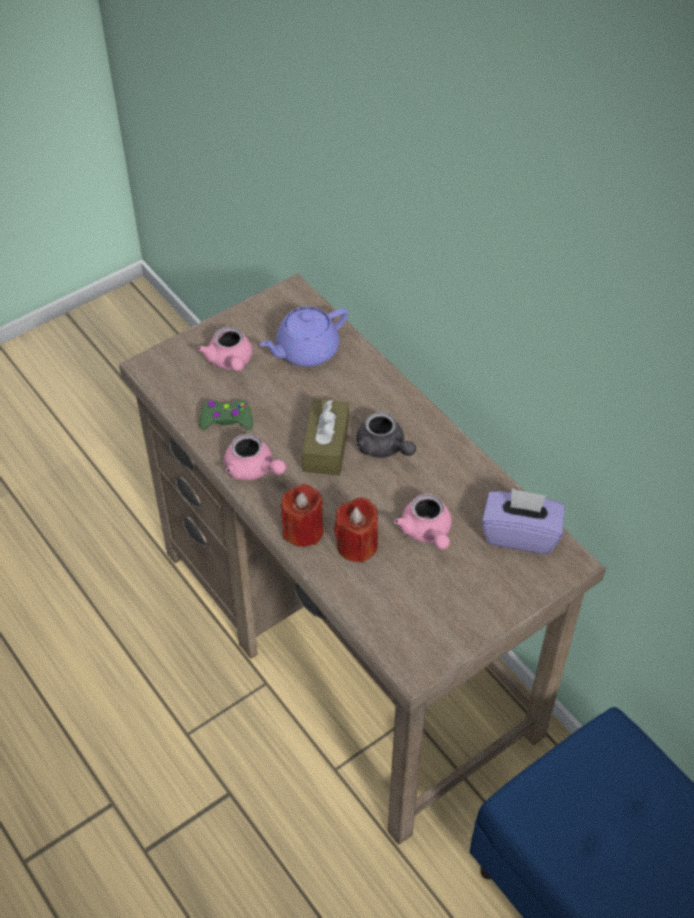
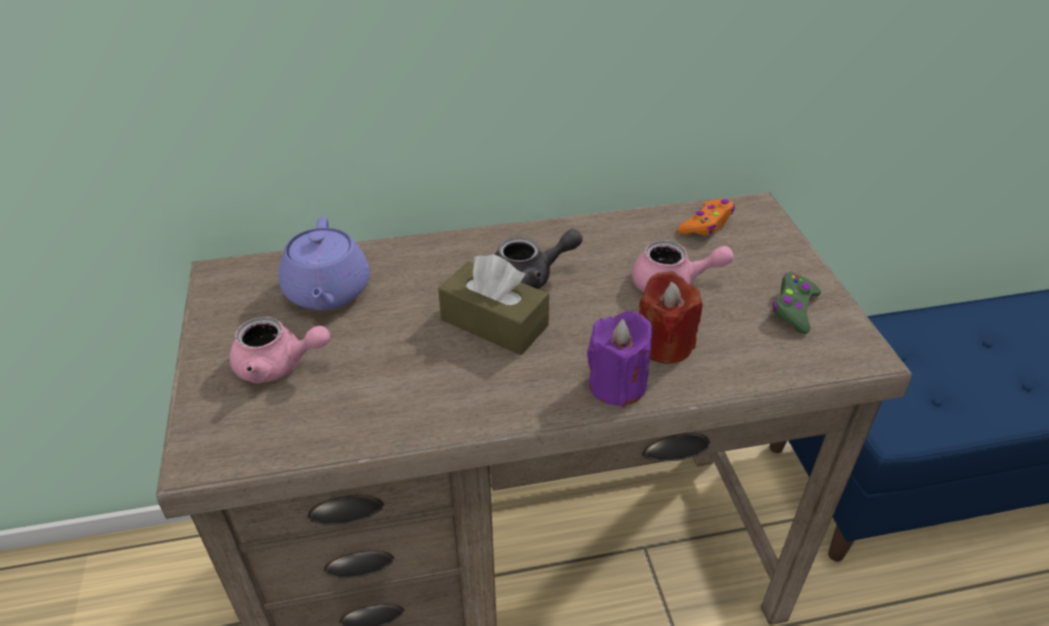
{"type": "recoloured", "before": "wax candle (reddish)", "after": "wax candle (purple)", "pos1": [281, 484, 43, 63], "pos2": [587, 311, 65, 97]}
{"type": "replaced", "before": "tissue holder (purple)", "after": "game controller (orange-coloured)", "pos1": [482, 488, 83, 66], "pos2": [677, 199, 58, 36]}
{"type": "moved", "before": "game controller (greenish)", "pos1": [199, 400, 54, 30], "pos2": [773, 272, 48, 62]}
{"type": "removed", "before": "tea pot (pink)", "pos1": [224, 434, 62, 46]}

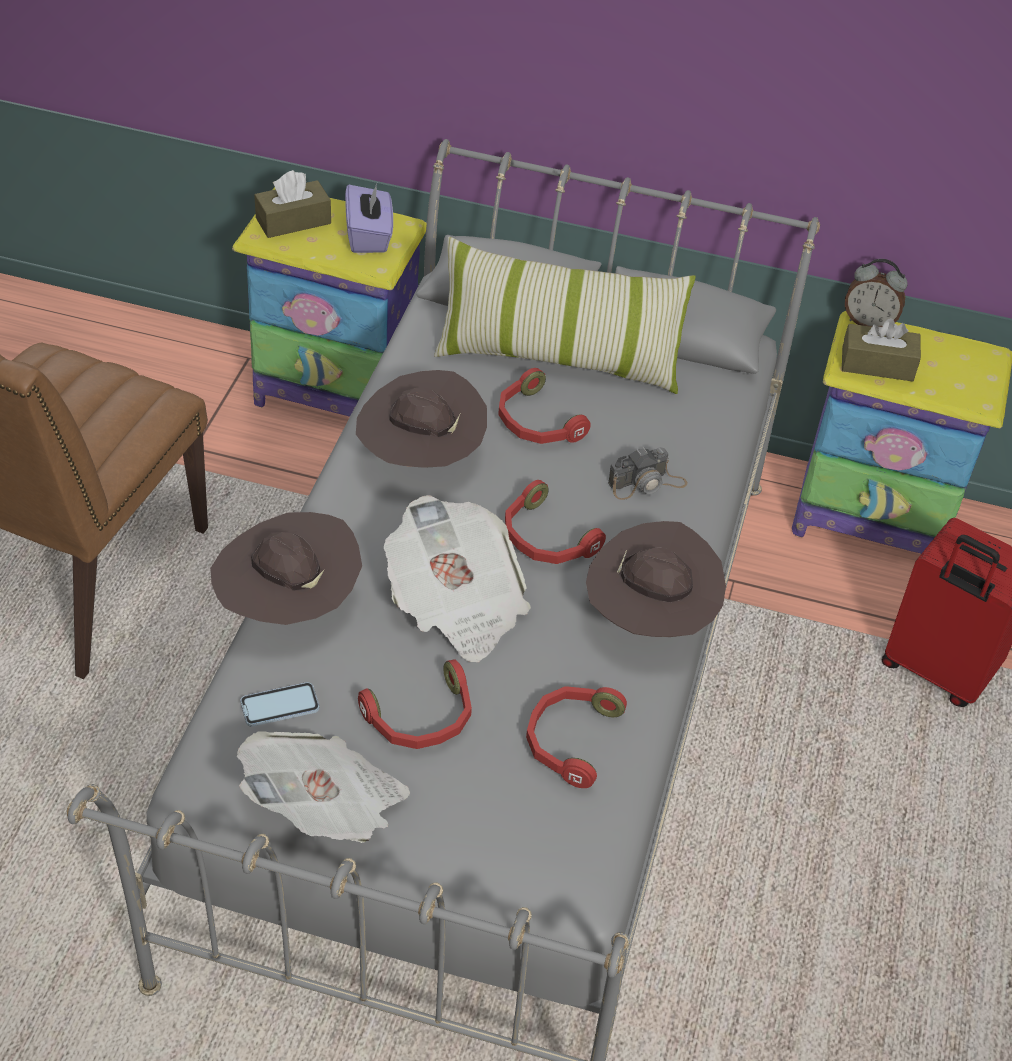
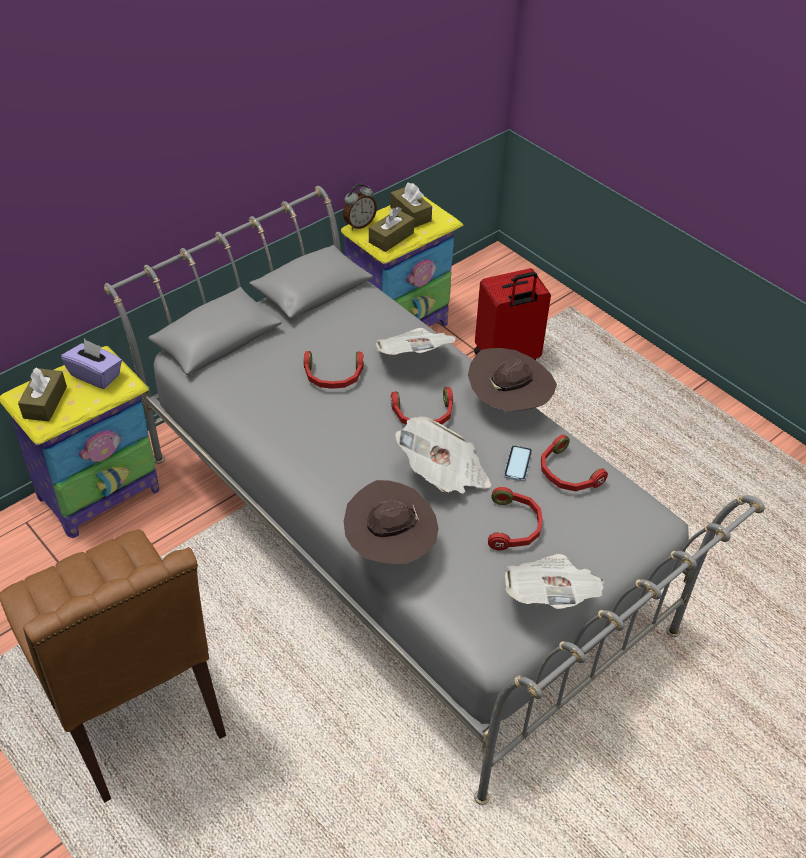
{"type": "replaced", "before": "still camera", "after": "newspaper", "pos1": [608, 447, 80, 53], "pos2": [376, 328, 80, 27]}
{"type": "added", "after": "tissue holder (brown-coloured)", "pos2": [390, 183, 42, 45]}
{"type": "moved", "before": "phone", "pos1": [240, 682, 79, 45], "pos2": [504, 445, 28, 36]}
{"type": "removed", "before": "wearable hat (brown-coloured)", "pos1": [356, 370, 131, 98]}
{"type": "removed", "before": "pillow", "pos1": [434, 237, 262, 157]}

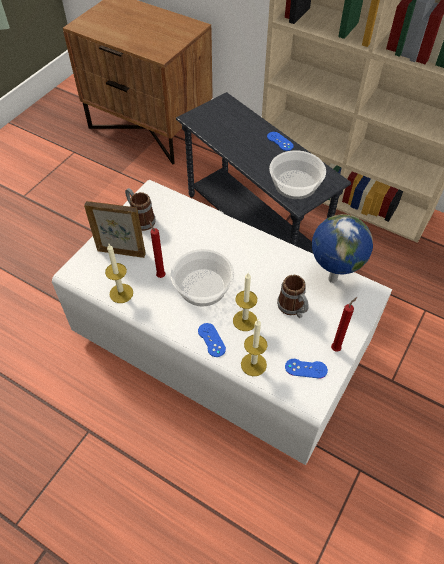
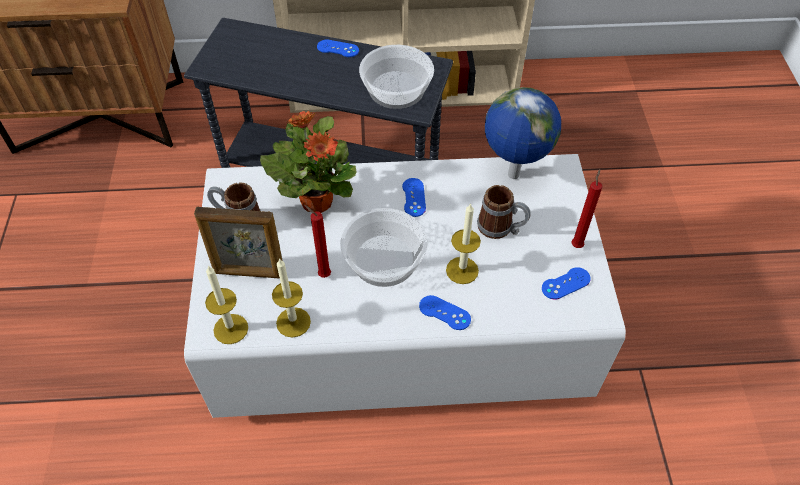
{"type": "turned", "before": "photo frame", "pos1": [84, 201, 62, 57], "pos2": [194, 207, 89, 71], "turn": -150}
{"type": "moved", "before": "wax candle", "pos1": [241, 320, 26, 56], "pos2": [205, 265, 43, 79]}
{"type": "added", "after": "plant in a pot", "pos2": [260, 111, 97, 102]}
{"type": "added", "after": "game controller (blue-coloured)", "pos2": [402, 178, 24, 39]}

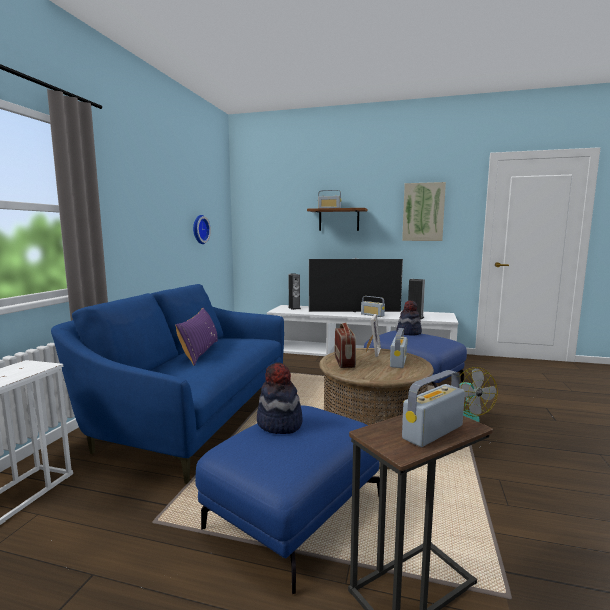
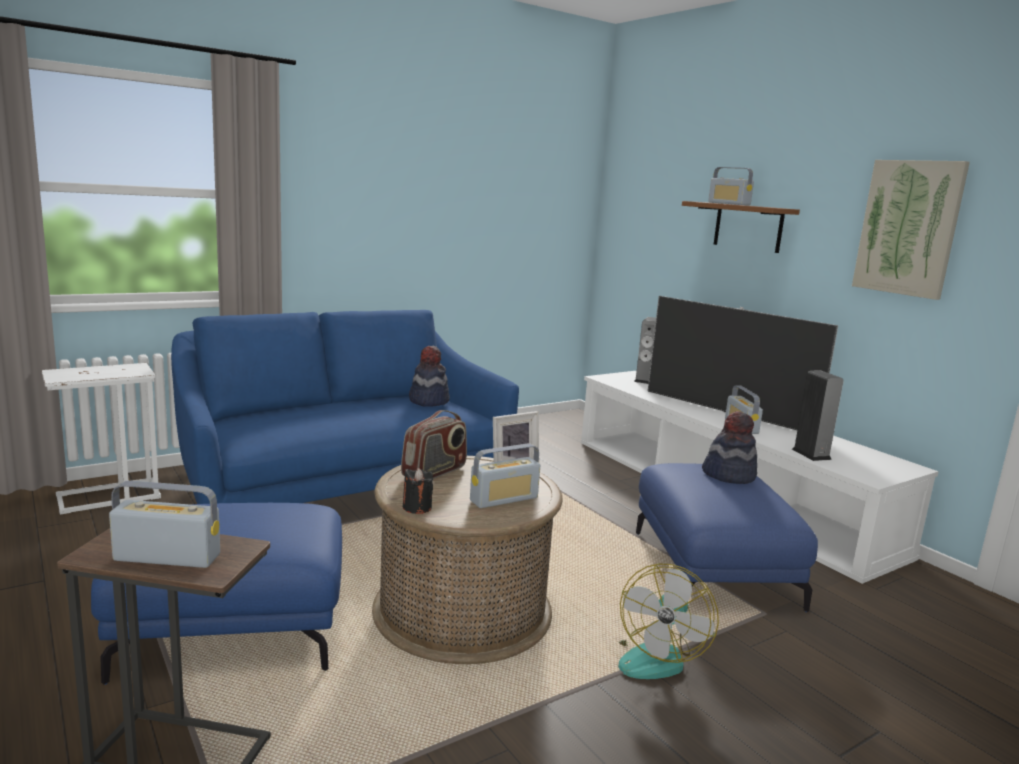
{"type": "added", "after": "wax candle (black)", "pos2": [403, 468, 30, 46]}
{"type": "moved", "before": "wearable hat", "pos1": [257, 362, 46, 72], "pos2": [409, 346, 41, 61]}
{"type": "removed", "before": "pillow (purple)", "pos1": [175, 308, 43, 57]}
{"type": "removed", "before": "clock on the wall", "pos1": [193, 215, 18, 29]}

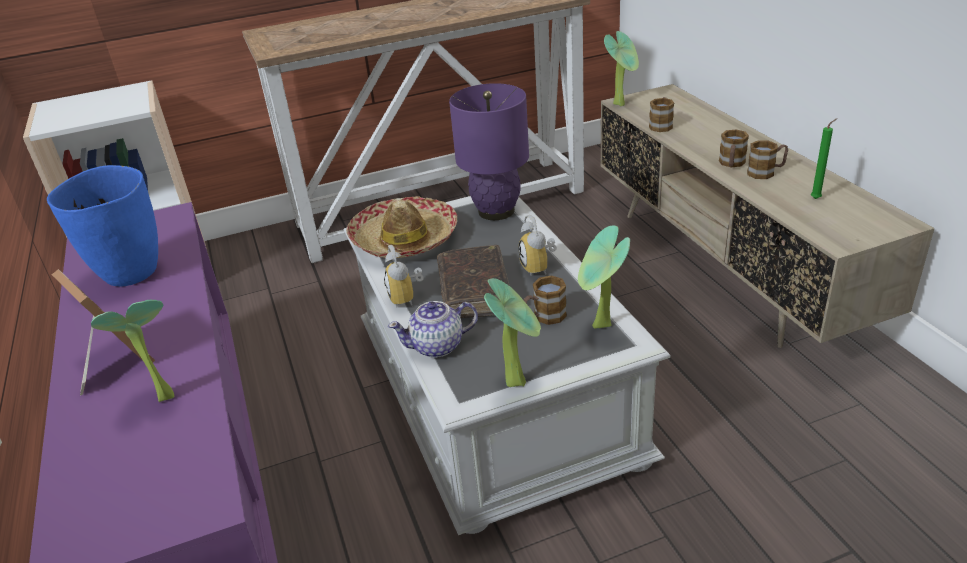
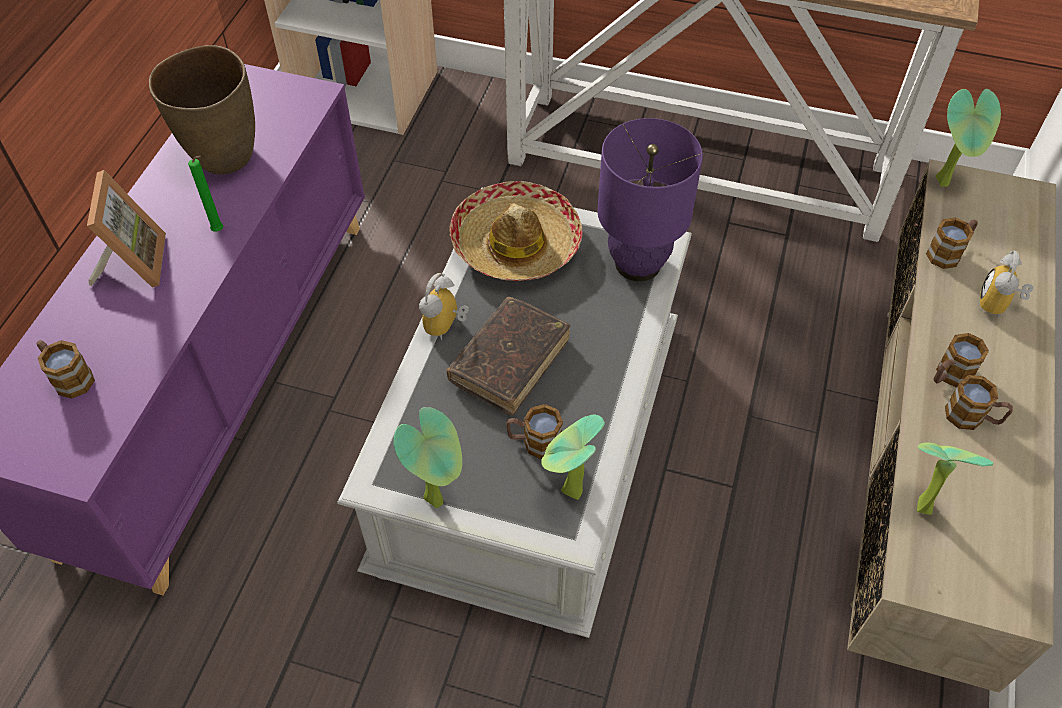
{"type": "added", "after": "mug", "pos2": [36, 340, 59, 59]}
{"type": "recoloured", "before": "vase (blue-coloured)", "after": "vase (brown-coloured)", "pos1": [47, 165, 111, 122], "pos2": [149, 45, 106, 130]}
{"type": "moved", "before": "wax candle (greenish)", "pos1": [811, 118, 26, 81], "pos2": [188, 156, 35, 76]}
{"type": "moved", "before": "plant in a pot", "pos1": [91, 300, 83, 102], "pos2": [917, 443, 76, 72]}
{"type": "moved", "before": "alarm clock", "pos1": [518, 215, 39, 60], "pos2": [980, 250, 53, 69]}
{"type": "removed", "before": "tea pot", "pos1": [388, 301, 90, 57]}

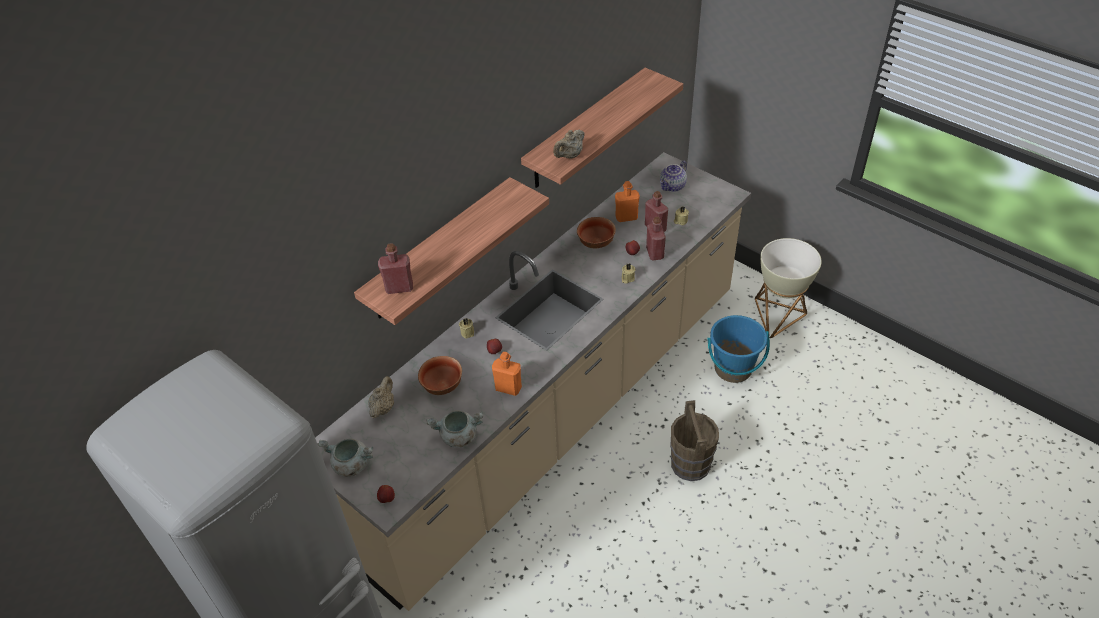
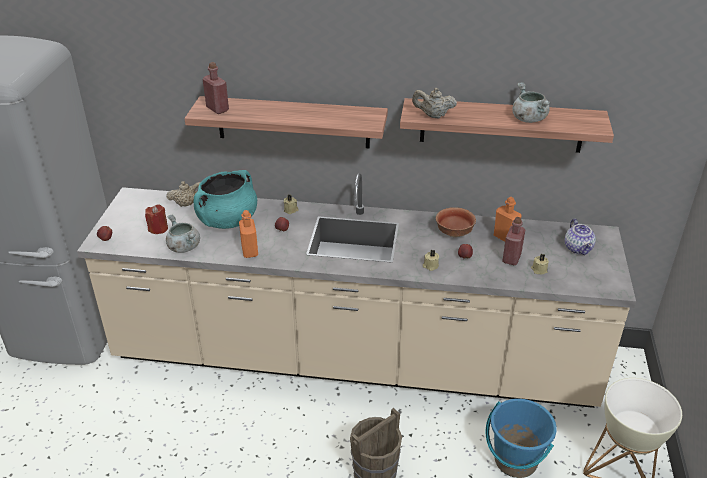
{"type": "added", "after": "wax candle (reddish)", "pos2": [145, 204, 23, 30]}
{"type": "replaced", "before": "deep dish", "after": "stockpot (turquoise)", "pos1": [418, 356, 44, 39], "pos2": [194, 170, 63, 59]}
{"type": "moved", "before": "stockpot (greyish)", "pos1": [318, 439, 55, 38], "pos2": [512, 83, 39, 40]}
{"type": "turned", "before": "tea pot", "pos1": [660, 161, 27, 31], "pos2": [565, 219, 31, 36], "turn": -105}
{"type": "removed", "before": "bottle (reddish)", "pos1": [646, 217, 20, 43]}

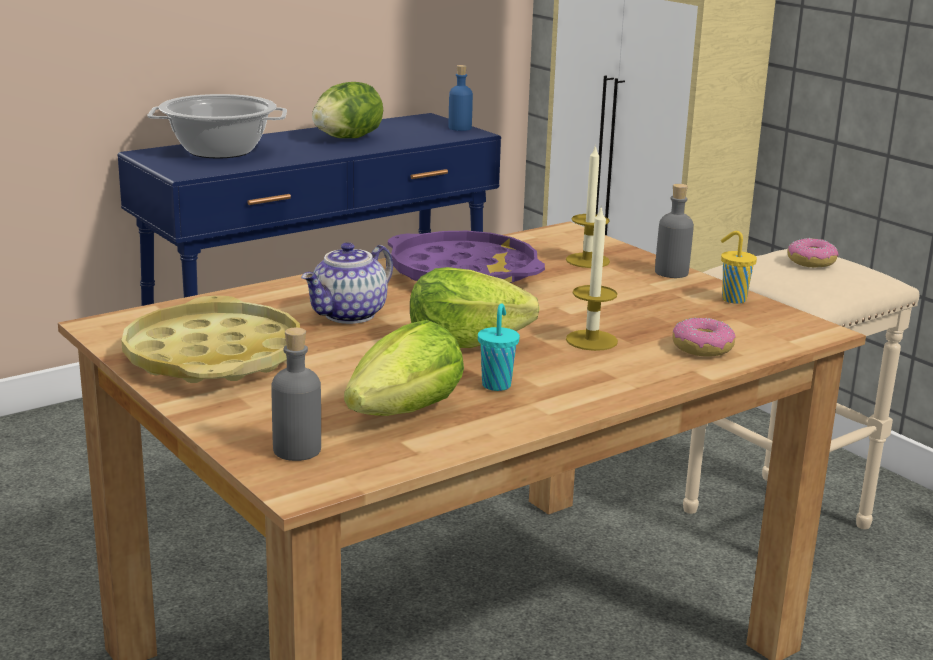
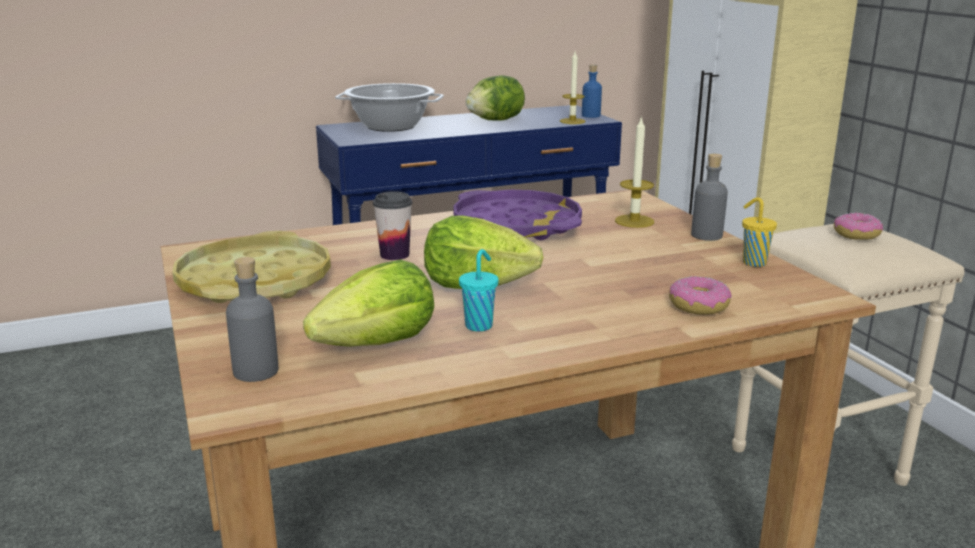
{"type": "replaced", "before": "tea pot", "after": "small cup", "pos1": [301, 242, 92, 82], "pos2": [373, 191, 39, 69]}
{"type": "moved", "before": "wax candle", "pos1": [566, 205, 52, 146], "pos2": [560, 52, 25, 72]}

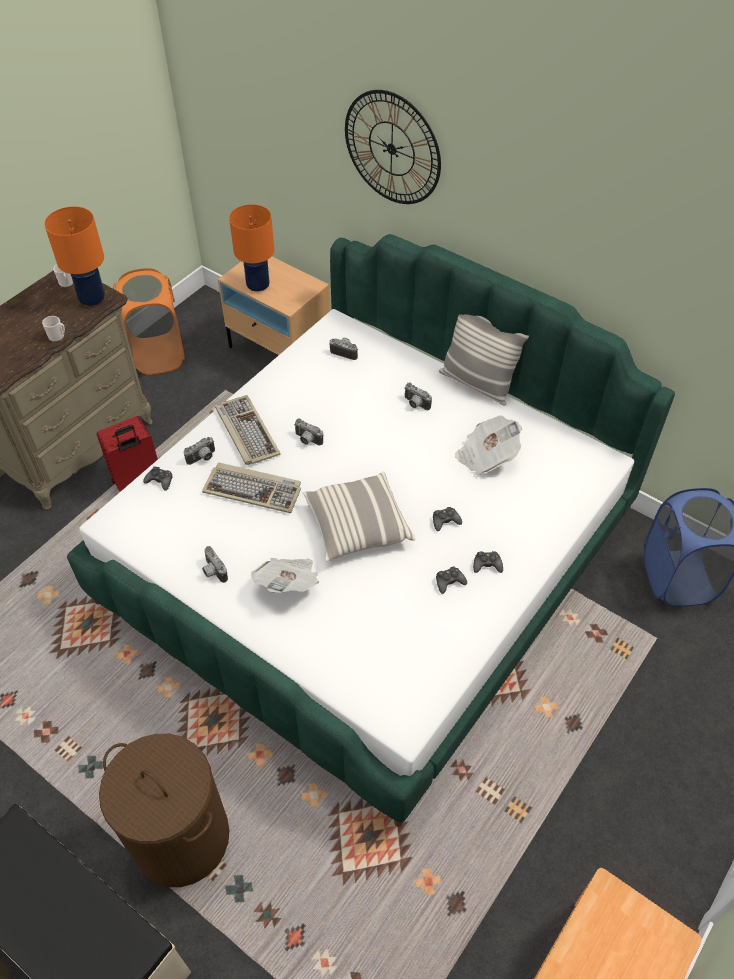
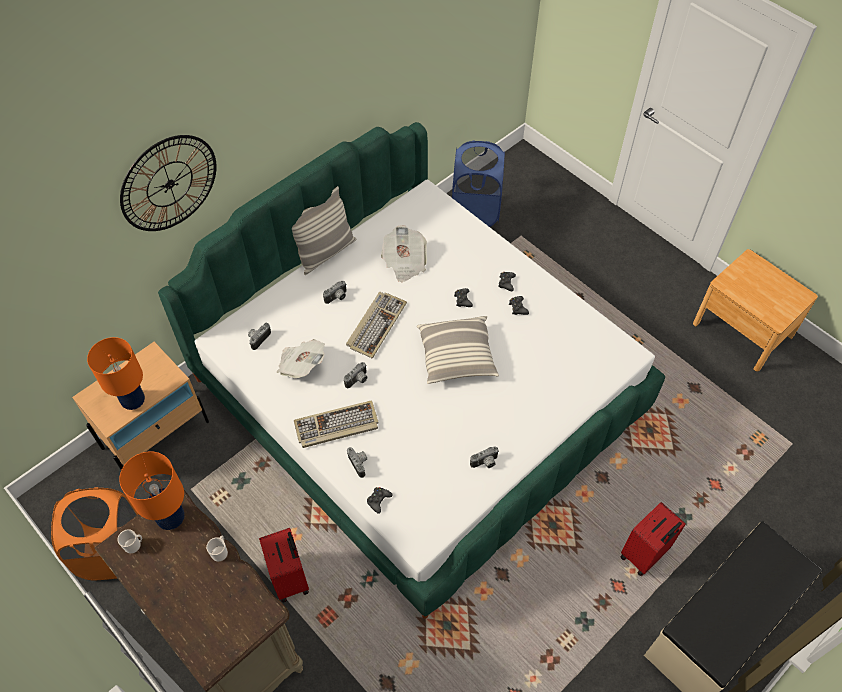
{"type": "moved", "before": "newspaper", "pos1": [251, 558, 68, 35], "pos2": [276, 339, 49, 39]}
{"type": "moved", "before": "computer keyboard", "pos1": [202, 462, 99, 51], "pos2": [346, 292, 61, 66]}
{"type": "replaced", "before": "hamper (brown-coloured)", "after": "travel case (reddish)", "pos1": [99, 734, 130, 153], "pos2": [620, 502, 66, 74]}

